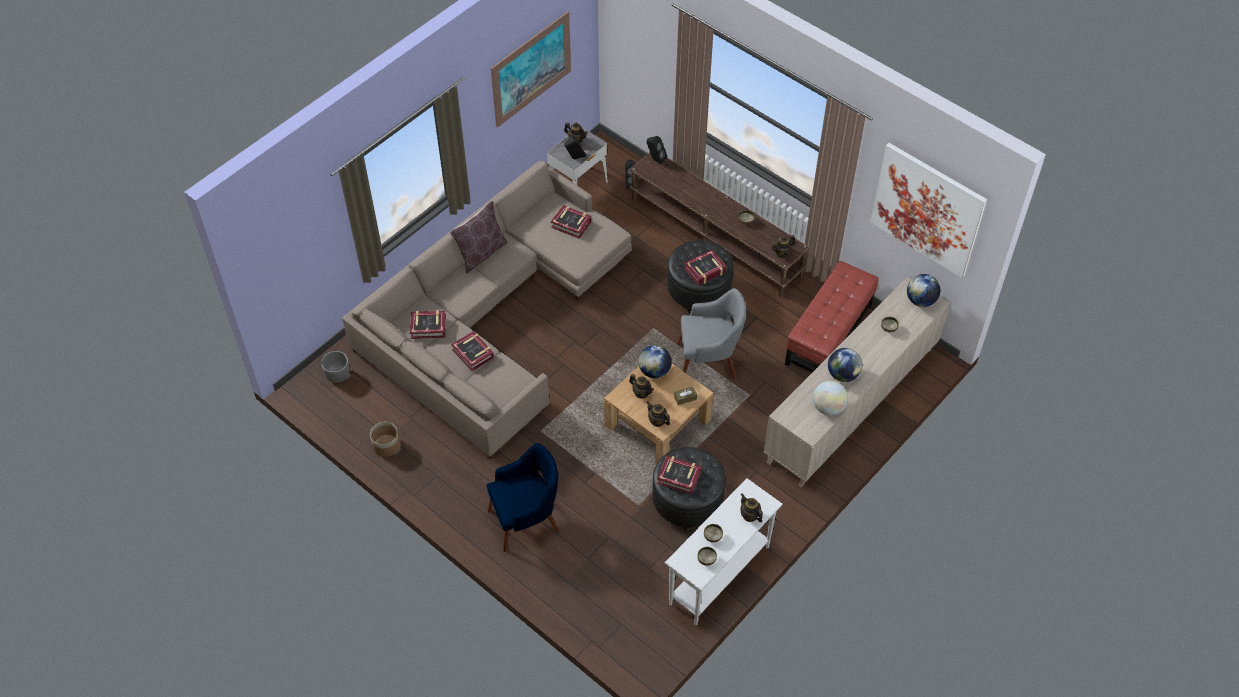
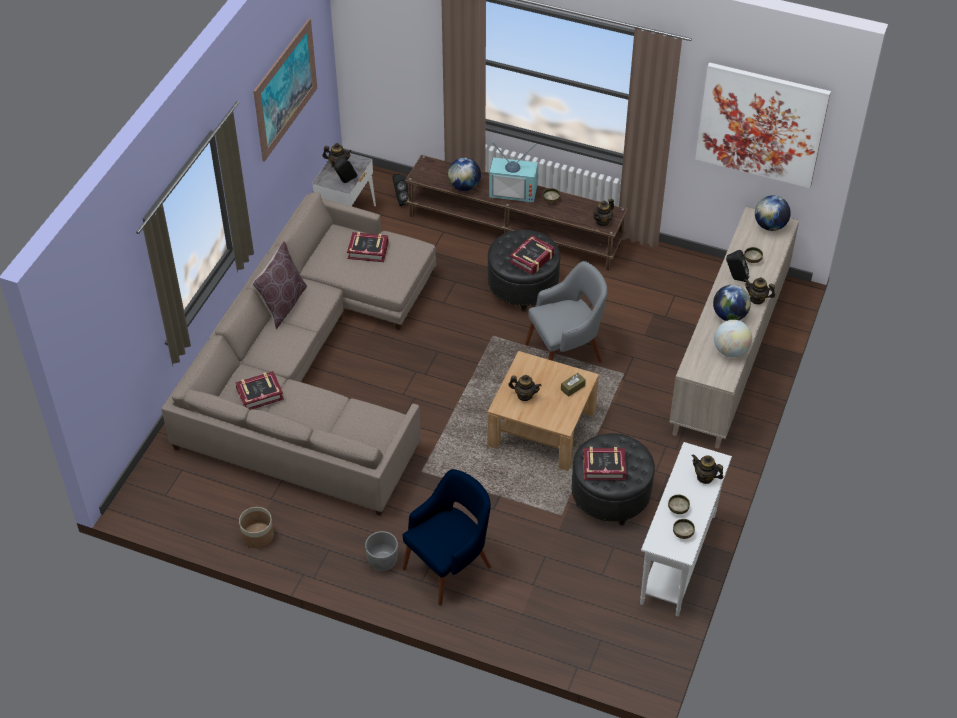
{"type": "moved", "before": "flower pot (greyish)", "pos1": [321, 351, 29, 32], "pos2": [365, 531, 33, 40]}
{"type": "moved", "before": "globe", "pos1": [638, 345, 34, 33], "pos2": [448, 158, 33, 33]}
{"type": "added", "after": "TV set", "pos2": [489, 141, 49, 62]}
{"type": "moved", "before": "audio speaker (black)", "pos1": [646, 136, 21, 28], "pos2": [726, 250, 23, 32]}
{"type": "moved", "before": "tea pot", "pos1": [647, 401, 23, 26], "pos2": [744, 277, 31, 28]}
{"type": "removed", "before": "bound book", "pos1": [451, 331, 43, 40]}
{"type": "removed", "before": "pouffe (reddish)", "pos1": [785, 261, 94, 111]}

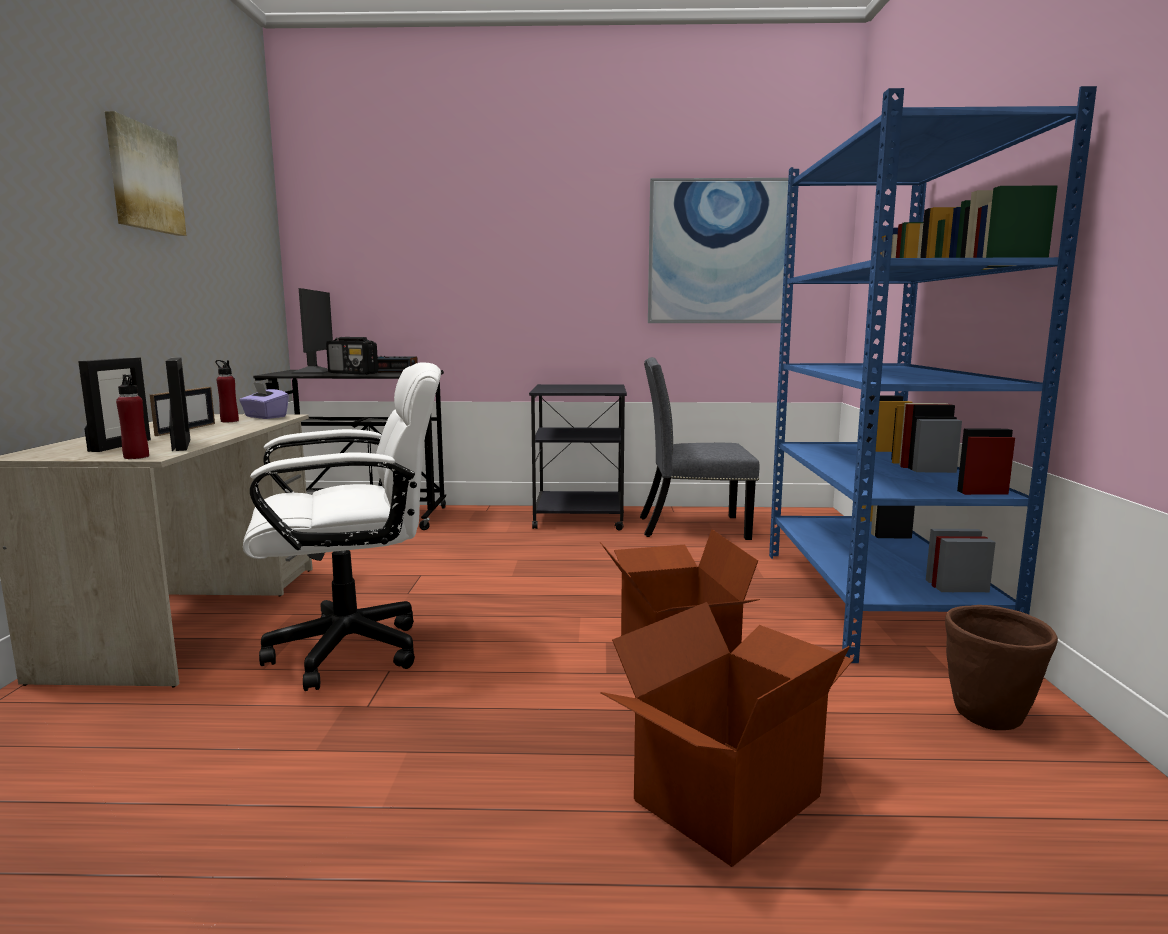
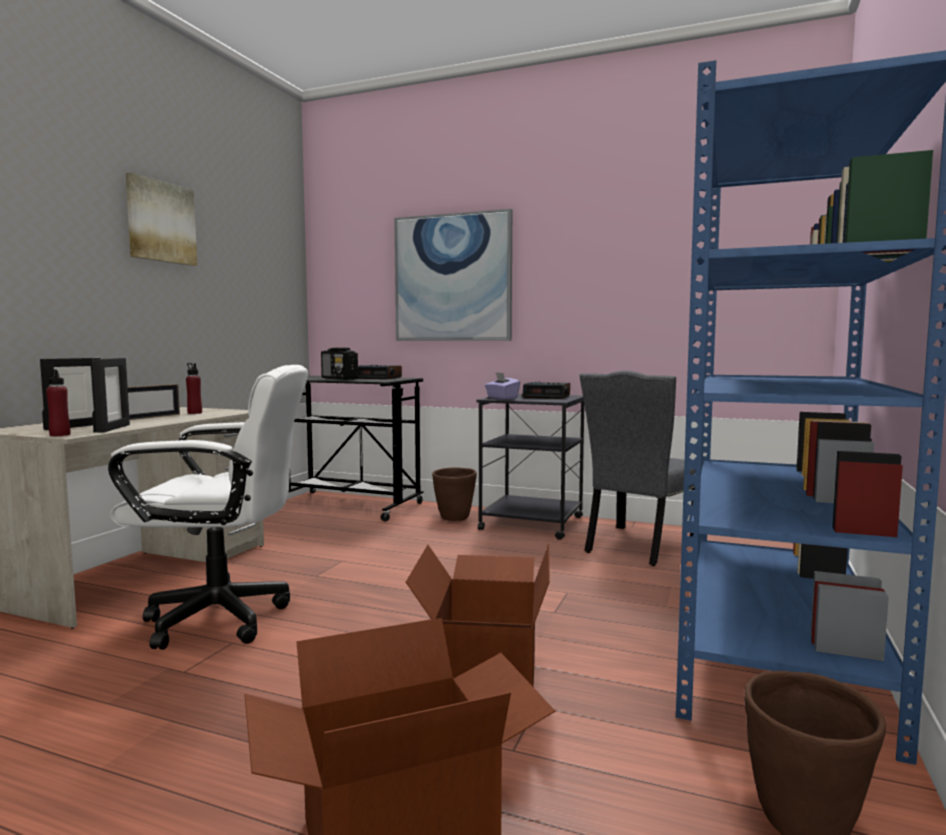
{"type": "moved", "before": "wall art", "pos1": [648, 178, 145, 145], "pos2": [394, 209, 118, 132]}
{"type": "added", "after": "flower pot (brown-coloured)", "pos2": [432, 467, 45, 54]}
{"type": "moved", "before": "tissue holder (purple)", "pos1": [239, 382, 50, 37], "pos2": [485, 372, 35, 27]}
{"type": "added", "after": "alarm clock", "pos2": [523, 382, 47, 17]}
{"type": "turned", "before": "chair (greyish)", "pos1": [640, 357, 119, 183], "pos2": [579, 370, 117, 196], "turn": -75}
{"type": "removed", "before": "monitor", "pos1": [292, 288, 41, 86]}

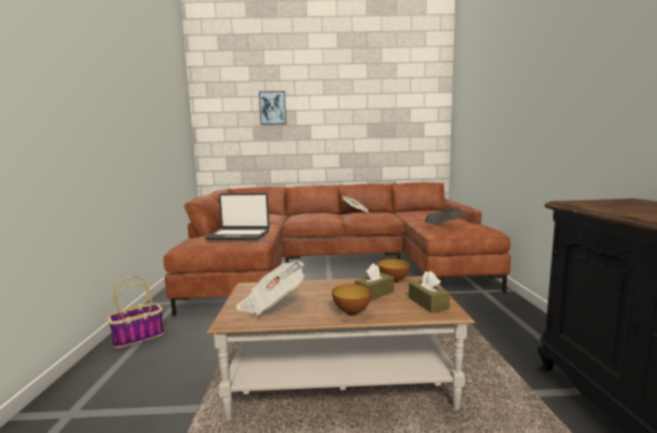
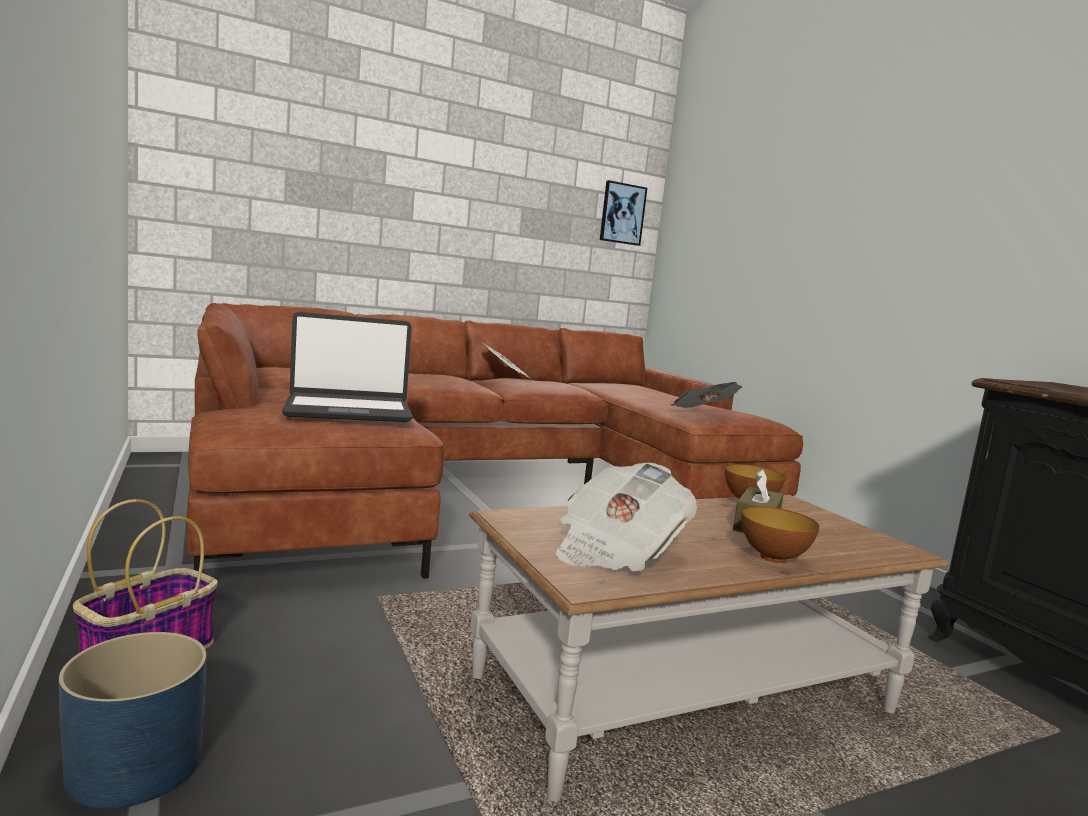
{"type": "added", "after": "flower pot (blue-coloured)", "pos2": [59, 632, 148, 177]}
{"type": "moved", "before": "wall art", "pos1": [259, 91, 27, 34], "pos2": [600, 180, 47, 66]}
{"type": "removed", "before": "tissue holder (brown-coloured)", "pos1": [409, 271, 41, 42]}

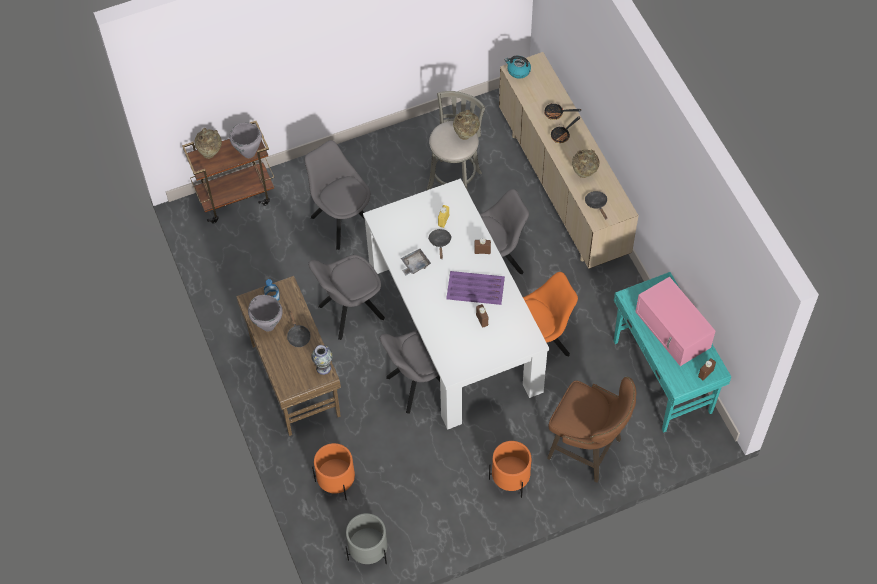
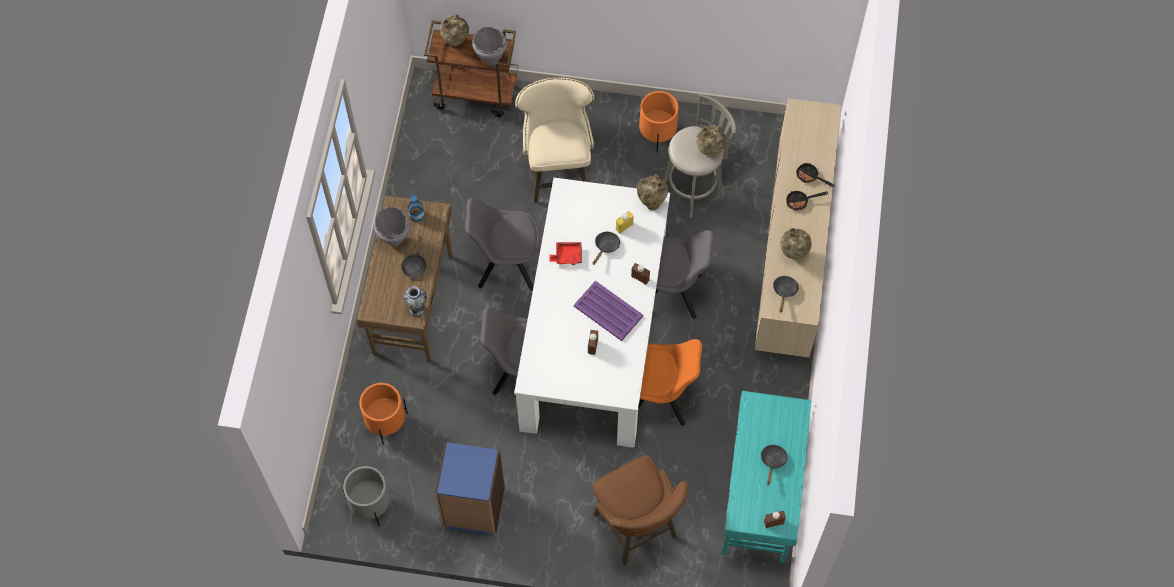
{"type": "added", "after": "bookshelf (blue-coloured)", "pos2": [435, 442, 70, 94]}
{"type": "replaced", "before": "chair (greyish)", "after": "stool seat (beige-coloured)", "pos1": [304, 140, 67, 110], "pos2": [515, 78, 79, 125]}
{"type": "recoloured", "before": "tray (greyish)", "after": "tray (reddish)", "pos1": [401, 249, 30, 26], "pos2": [550, 242, 32, 23]}
{"type": "added", "after": "vase (beige-coloured)", "pos2": [637, 174, 31, 36]}
{"type": "moved", "before": "flower pot (orange-coloured)", "pos1": [489, 441, 42, 57], "pos2": [639, 91, 40, 62]}
{"type": "replaced", "before": "microwave (pink)", "after": "skillet (black)", "pos1": [635, 277, 80, 89], "pos2": [761, 445, 27, 40]}
{"type": "removed", "before": "water kettle", "pos1": [505, 56, 26, 23]}

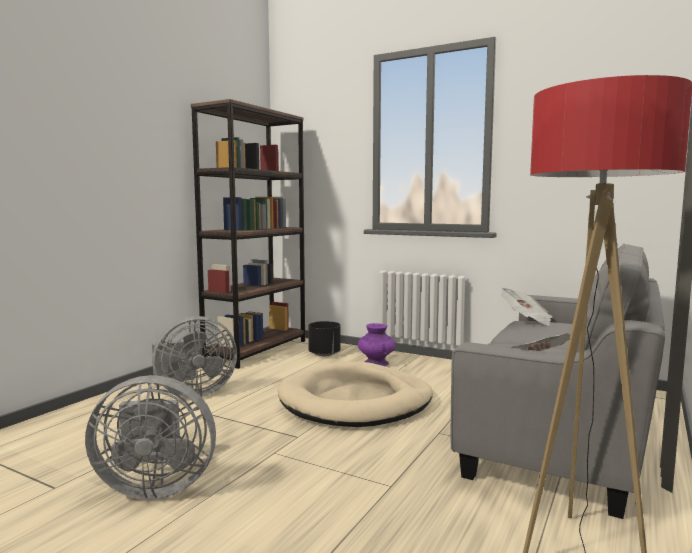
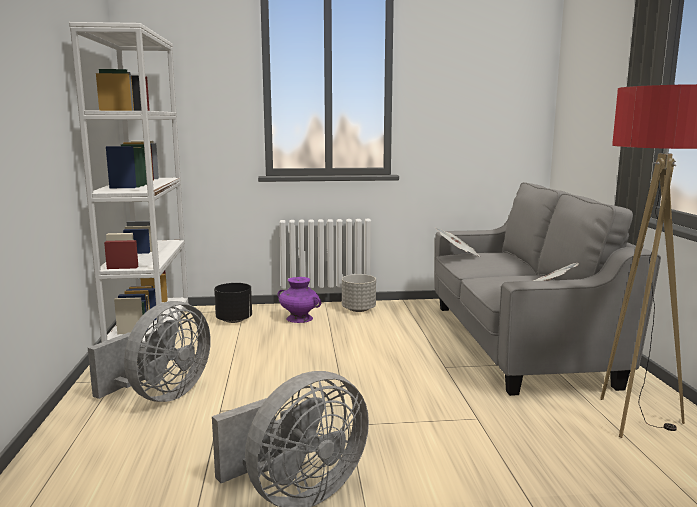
{"type": "recoloured", "before": "bookshelf (brown-coloured)", "after": "bookshelf (whitish)", "pos1": [191, 99, 114, 270], "pos2": [69, 22, 119, 321]}
{"type": "added", "after": "flower pot (greyish)", "pos2": [342, 274, 34, 38]}
{"type": "removed", "before": "dog bed (beige-coloured)", "pos1": [278, 362, 155, 65]}

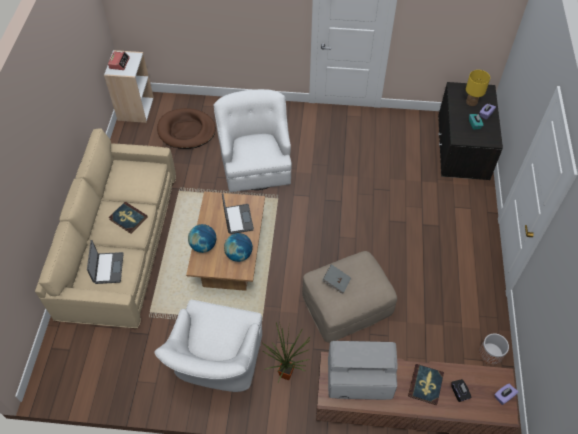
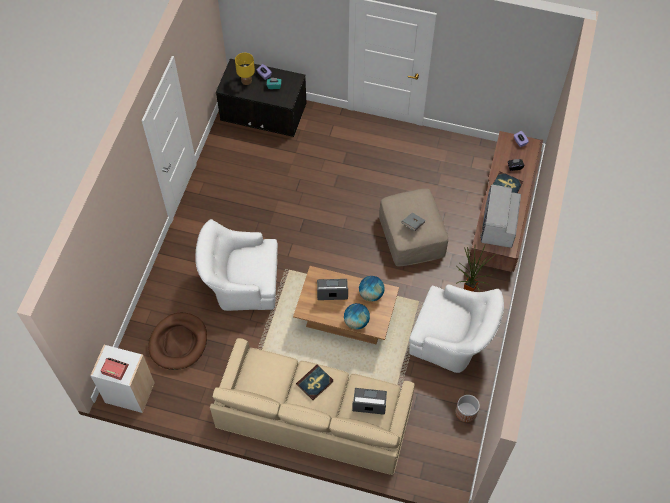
{"type": "moved", "before": "flower pot", "pos1": [479, 333, 30, 32], "pos2": [456, 395, 24, 27]}

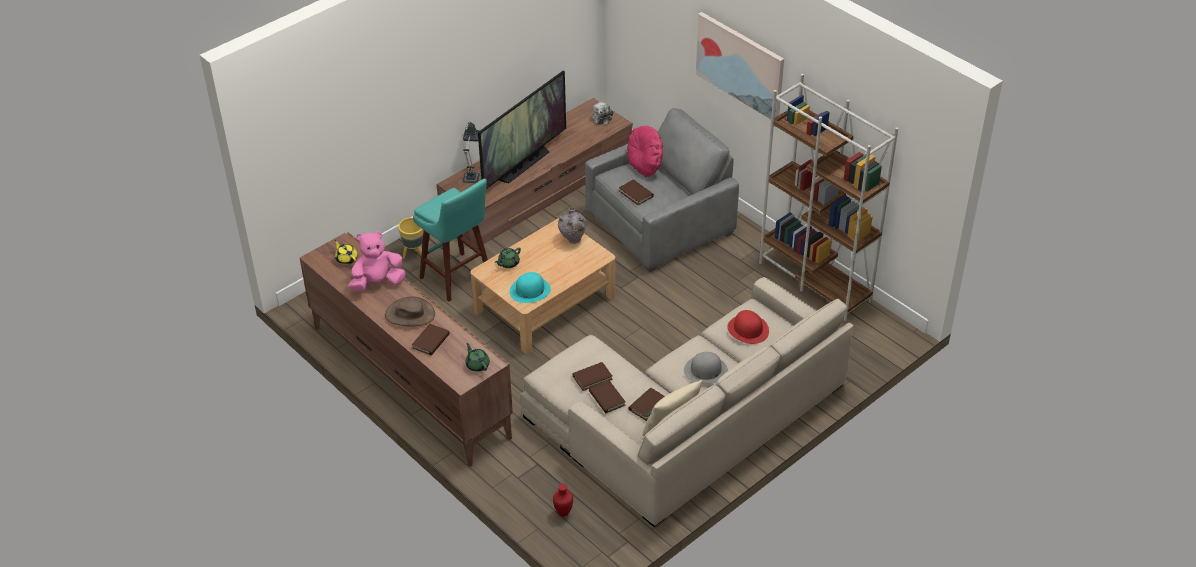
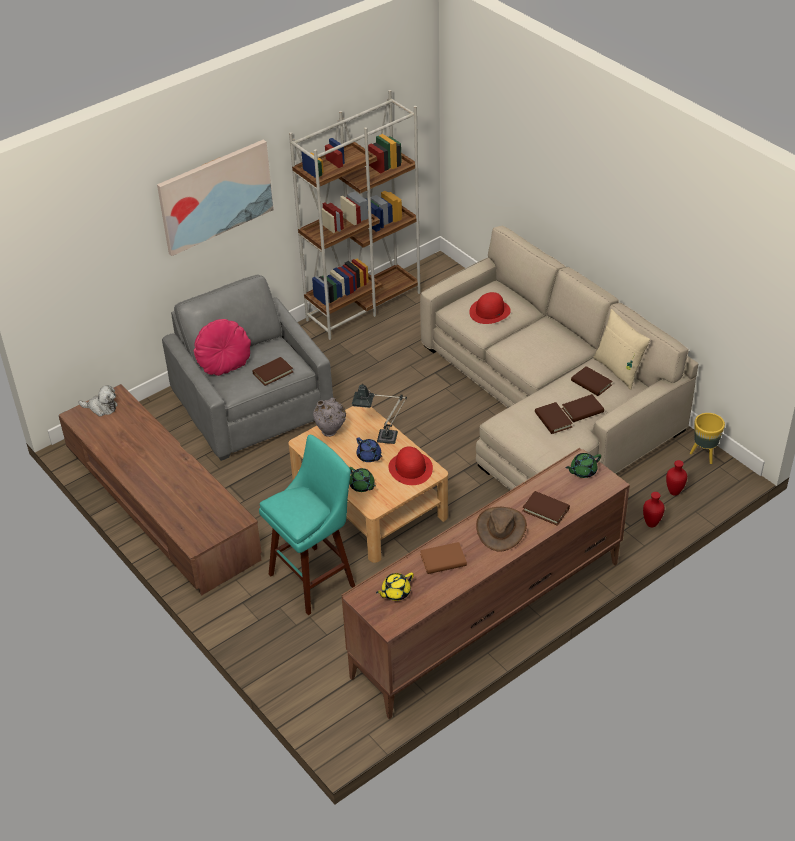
{"type": "moved", "before": "table lamp", "pos1": [463, 122, 17, 61], "pos2": [352, 384, 55, 60]}
{"type": "added", "after": "tea pot (blue-coloured)", "pos2": [357, 437, 25, 25]}
{"type": "recoloured", "before": "wearable hat (turquoise)", "after": "wearable hat (reddish)", "pos1": [510, 272, 41, 31], "pos2": [388, 446, 45, 39]}
{"type": "replaced", "before": "plush toy (pink)", "after": "bound book (brown-coloured)", "pos1": [349, 231, 57, 60], "pos2": [420, 542, 47, 32]}
{"type": "added", "after": "vase (reddish)", "pos2": [643, 492, 22, 35]}
{"type": "moved", "before": "flower pot (yellow-coloured)", "pos1": [398, 217, 26, 41], "pos2": [690, 413, 35, 51]}
{"type": "removed", "before": "TV set", "pos1": [478, 71, 88, 118]}
{"type": "removed", "before": "wearable hat (greyish)", "pos1": [684, 352, 44, 32]}

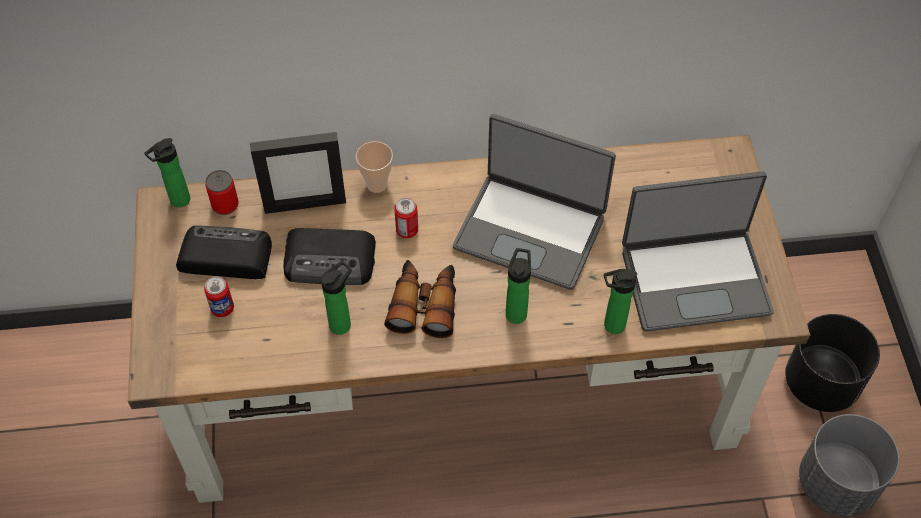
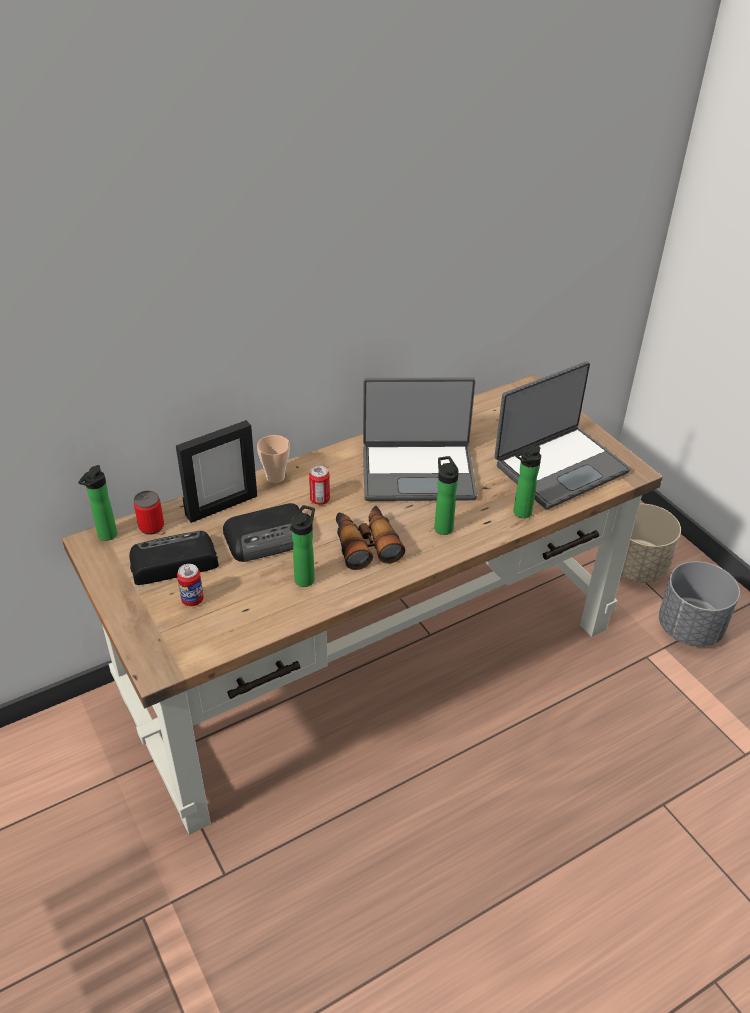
{"type": "recoloured", "before": "flower pot (black)", "after": "flower pot (beige-coloured)", "pos1": [785, 314, 95, 98], "pos2": [621, 504, 60, 79]}

